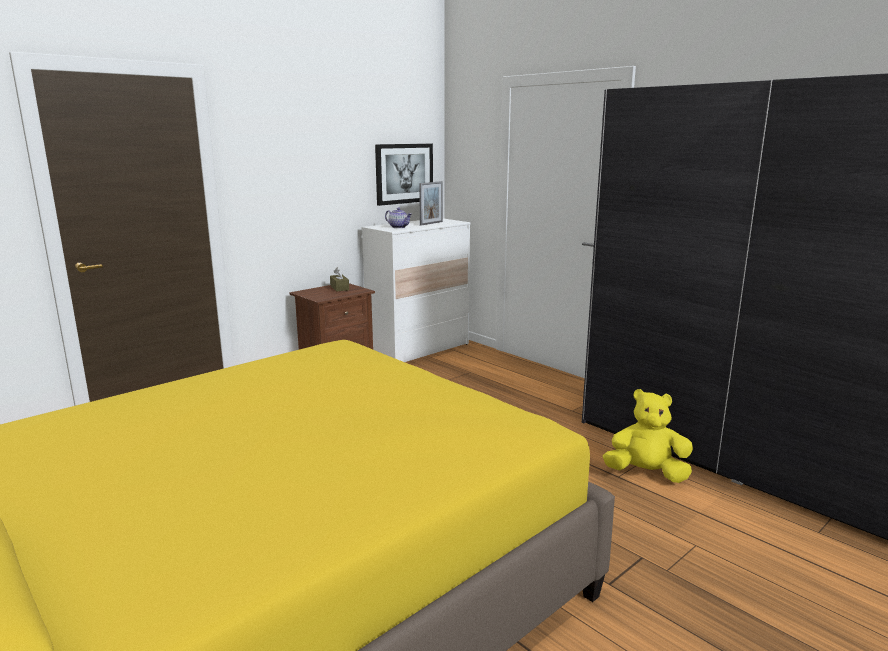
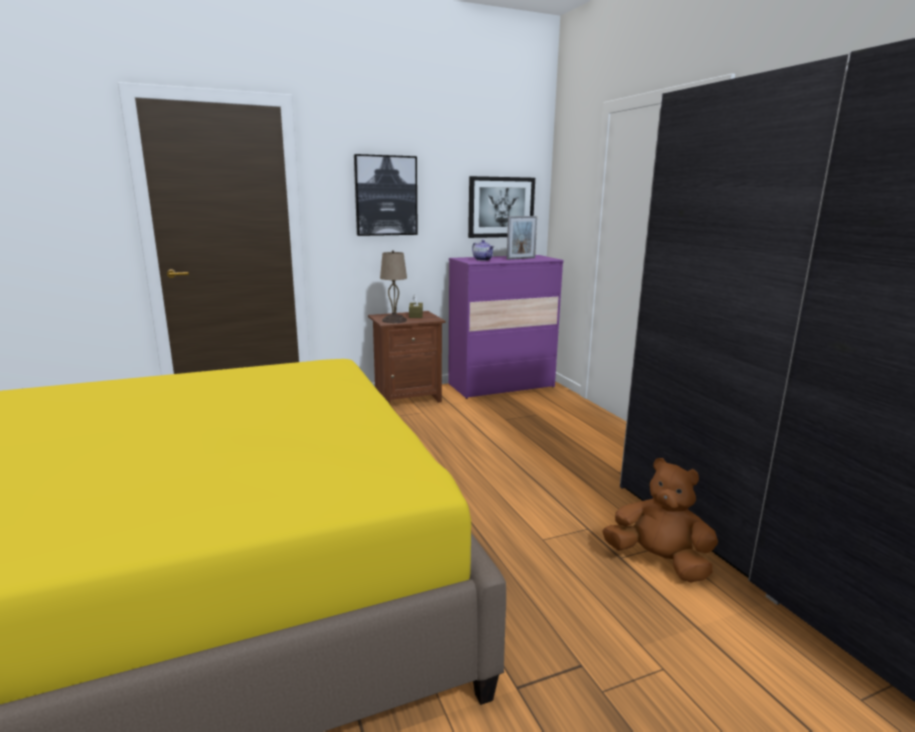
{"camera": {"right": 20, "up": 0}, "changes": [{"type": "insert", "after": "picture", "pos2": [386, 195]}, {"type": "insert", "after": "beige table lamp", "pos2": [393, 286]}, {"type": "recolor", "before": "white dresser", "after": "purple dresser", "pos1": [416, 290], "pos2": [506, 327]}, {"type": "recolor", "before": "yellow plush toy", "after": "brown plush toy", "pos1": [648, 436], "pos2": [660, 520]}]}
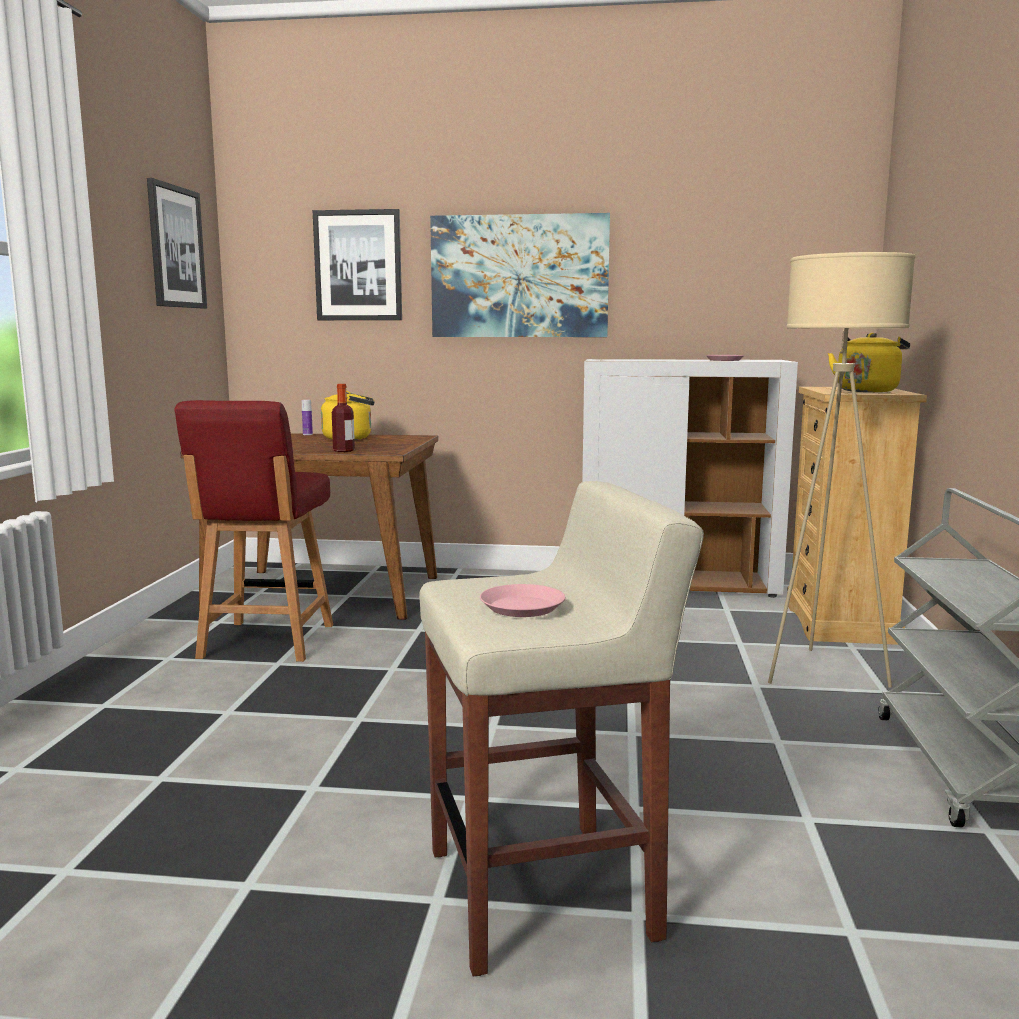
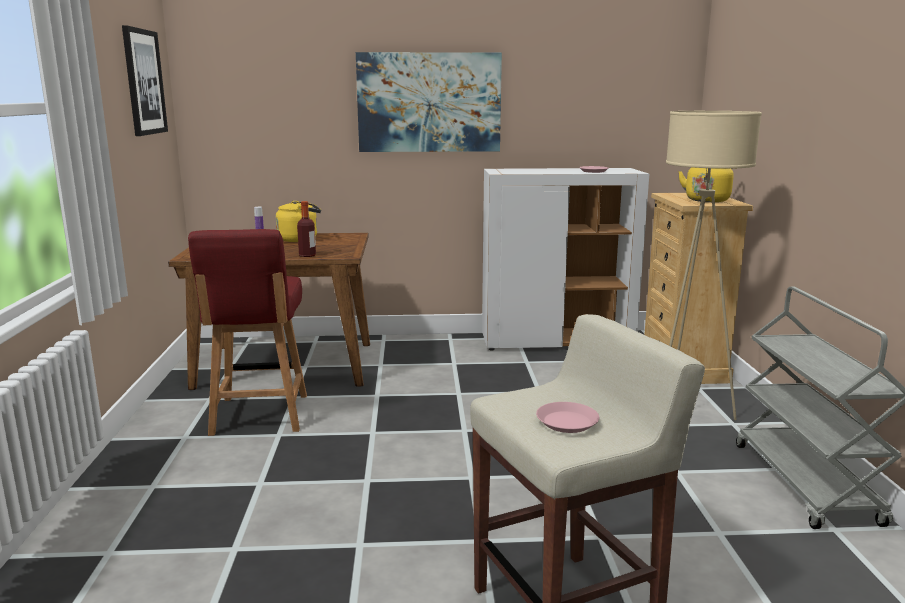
{"camera": {"right": -10, "up": 5}, "changes": [{"type": "delete", "before": "picture", "pos1": [357, 264]}]}
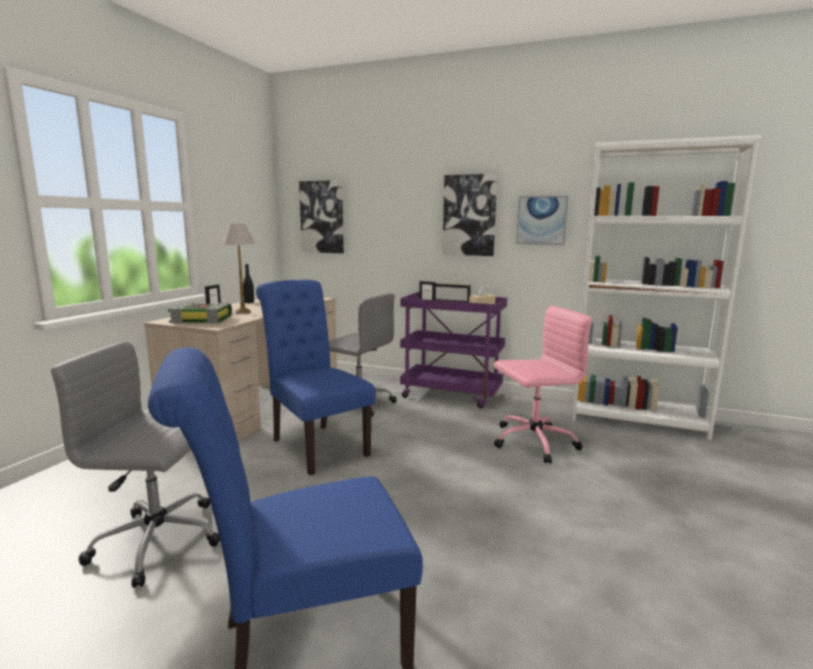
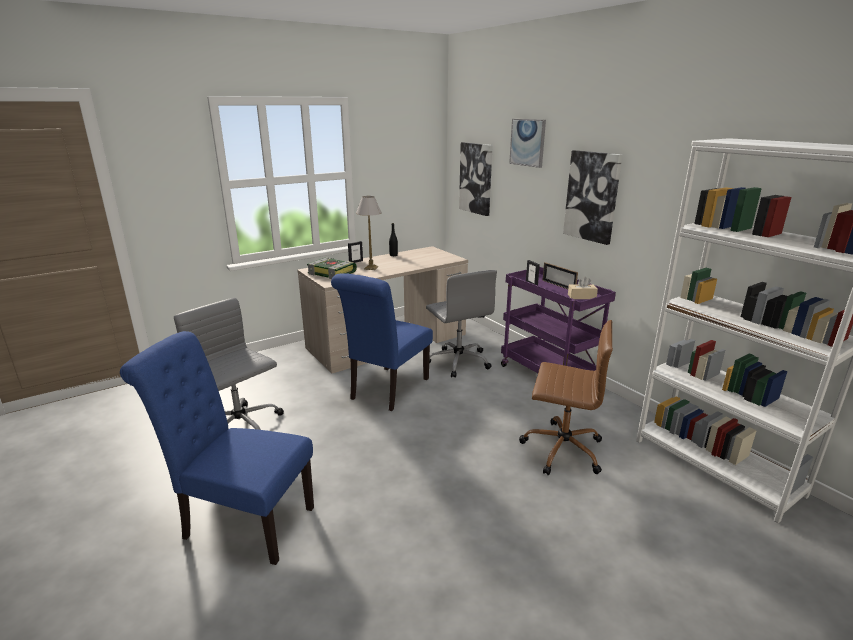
{"camera": {"right": 35, "up": 10}, "changes": [{"type": "move", "before": "picture", "pos1": [542, 220], "pos2": [527, 143]}, {"type": "recolor", "before": "pink office chair", "after": "brown office chair", "pos1": [543, 384], "pos2": [566, 397]}, {"type": "rotate", "before": "blue chair", "pos1": [315, 377], "pos2": [382, 342], "turn": -150}]}
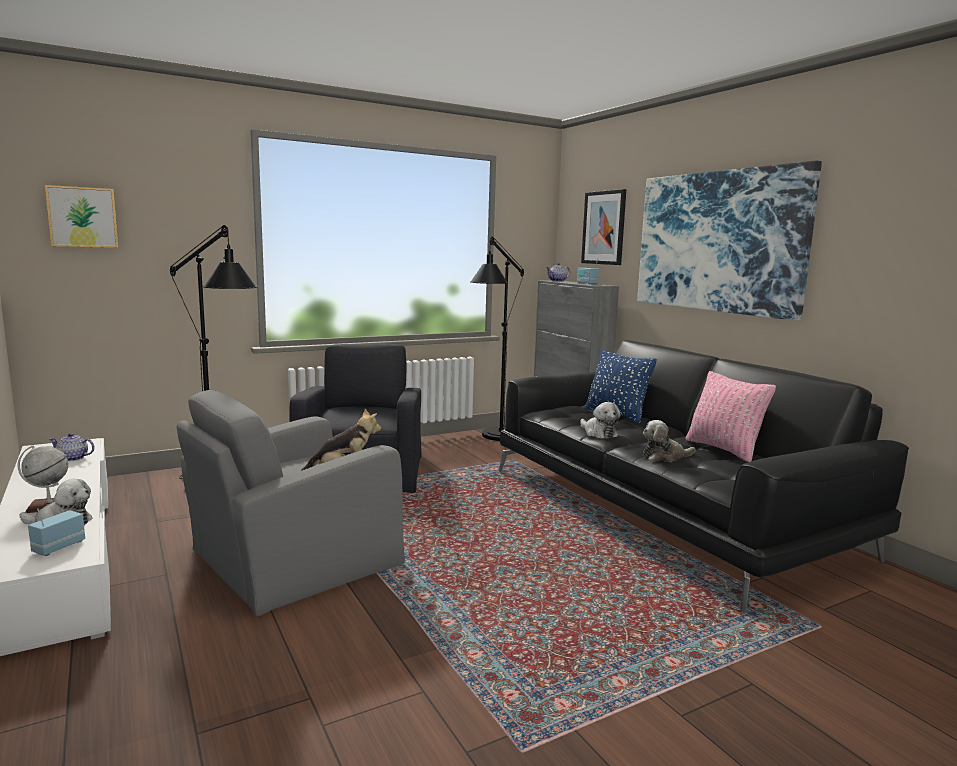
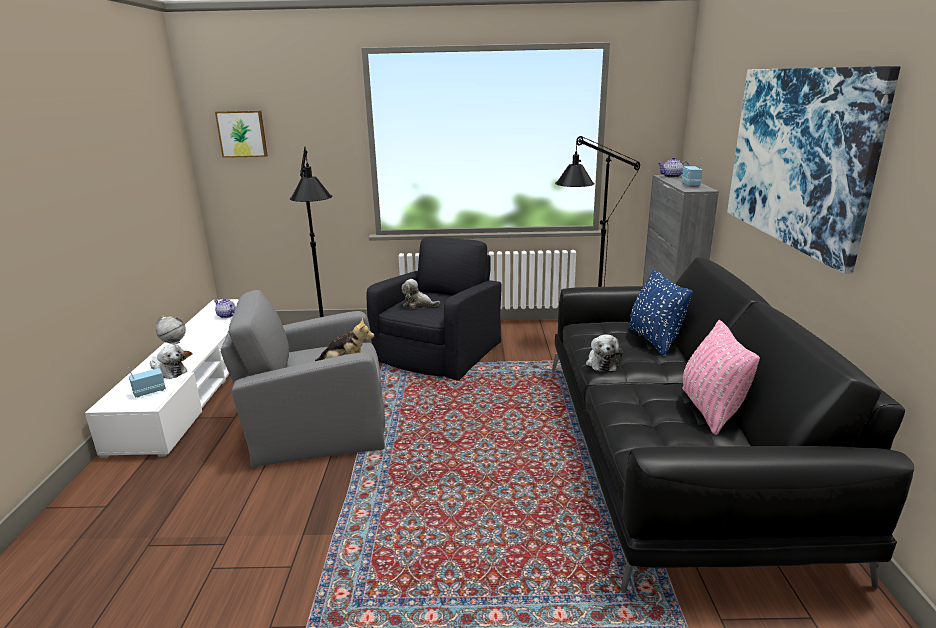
{"camera": {"right": 30, "up": 10}, "changes": [{"type": "delete", "before": "picture", "pos1": [603, 227]}, {"type": "move", "before": "plush toy", "pos1": [669, 441], "pos2": [420, 294]}]}
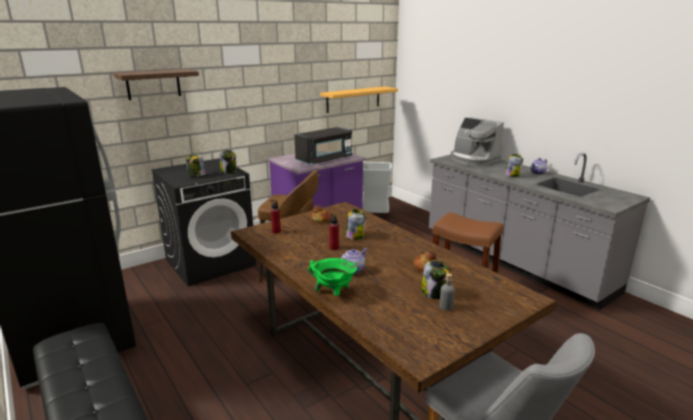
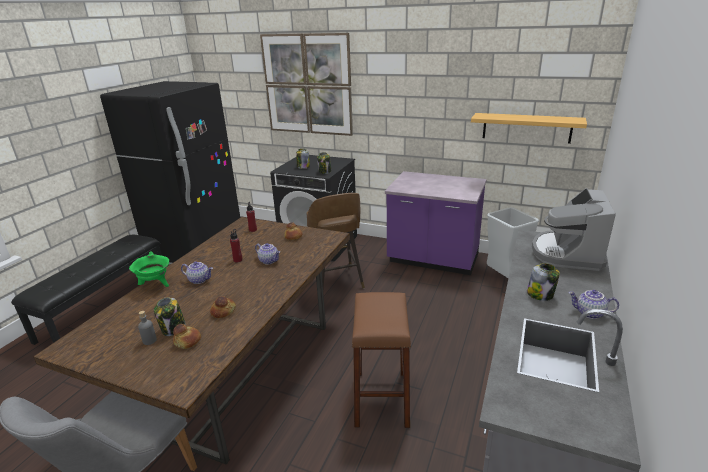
{"camera": {"right": 60, "up": 5}, "changes": [{"type": "delete", "before": "black microwave", "pos1": [323, 145]}, {"type": "insert", "after": "bread", "pos2": [187, 336]}, {"type": "replace", "before": "shelf", "after": "picture", "pos1": [156, 84], "pos2": [306, 84]}, {"type": "replace", "before": "jar", "after": "teapot", "pos1": [356, 224], "pos2": [267, 253]}]}
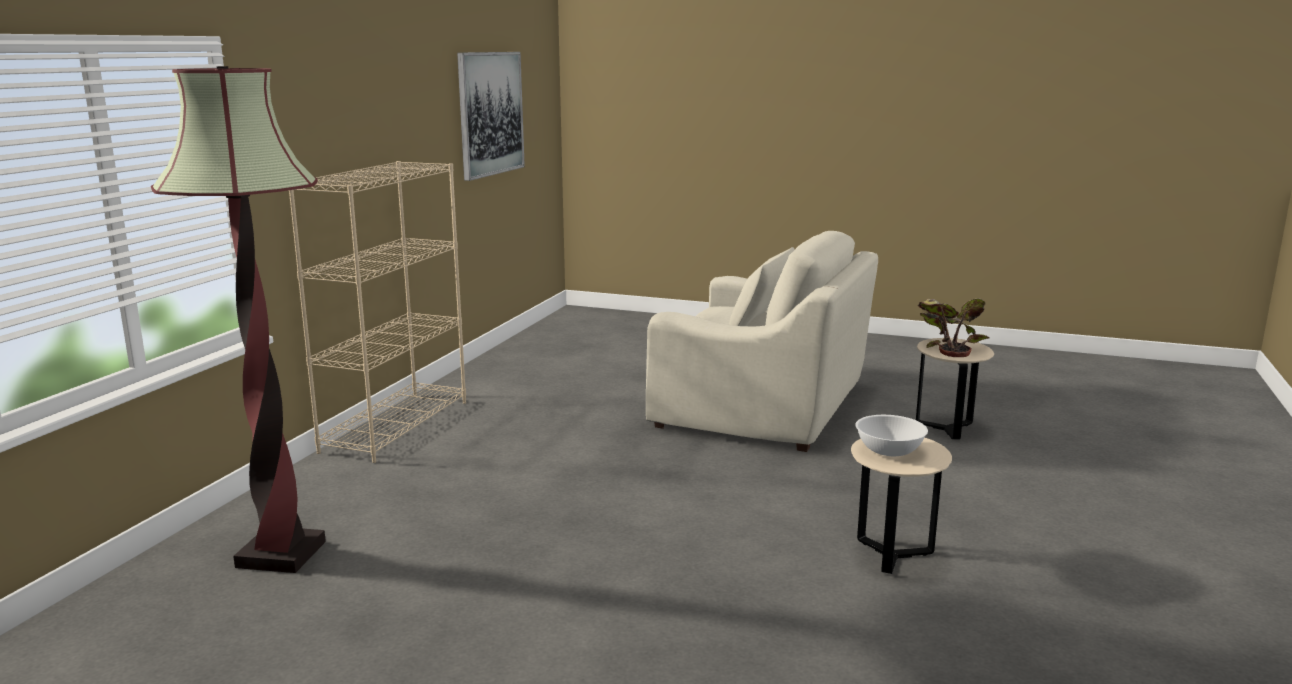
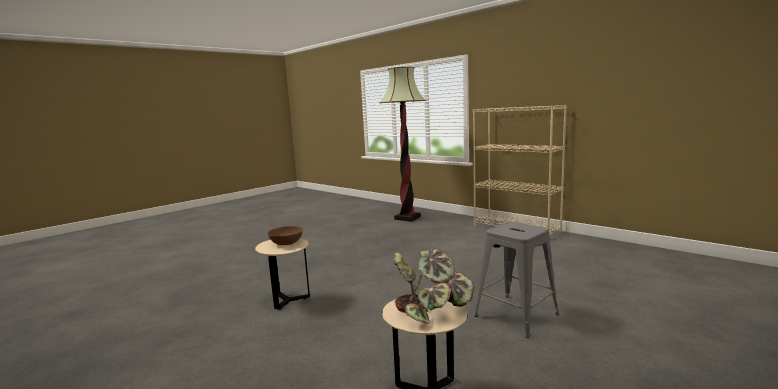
{"camera": {"right": 115, "up": -5}, "changes": [{"type": "delete", "before": "picture", "pos1": [491, 116]}, {"type": "replace", "before": "beige armchair", "after": "grey stool", "pos1": [762, 341], "pos2": [516, 279]}, {"type": "recolor", "before": "white bowl", "after": "brown bowl", "pos1": [892, 435], "pos2": [285, 235]}]}
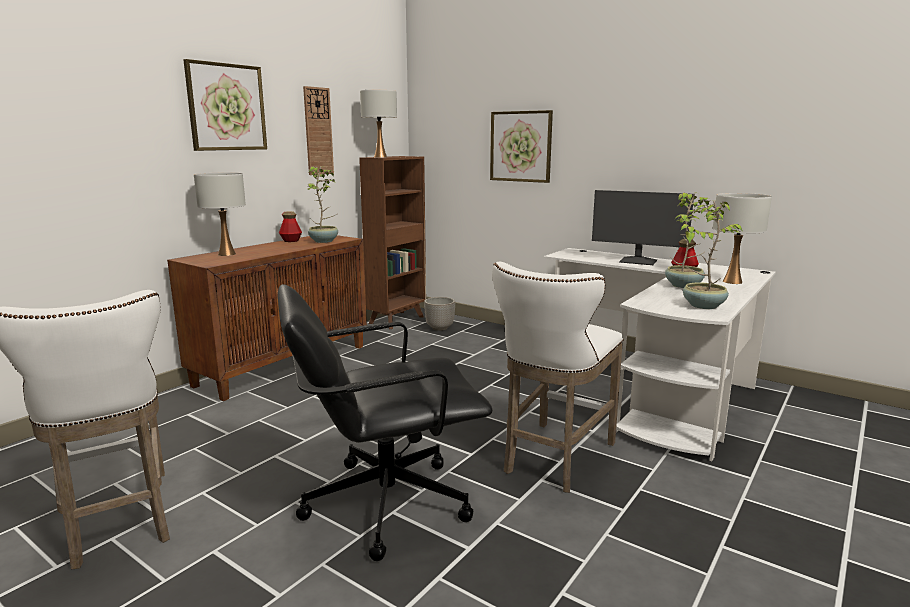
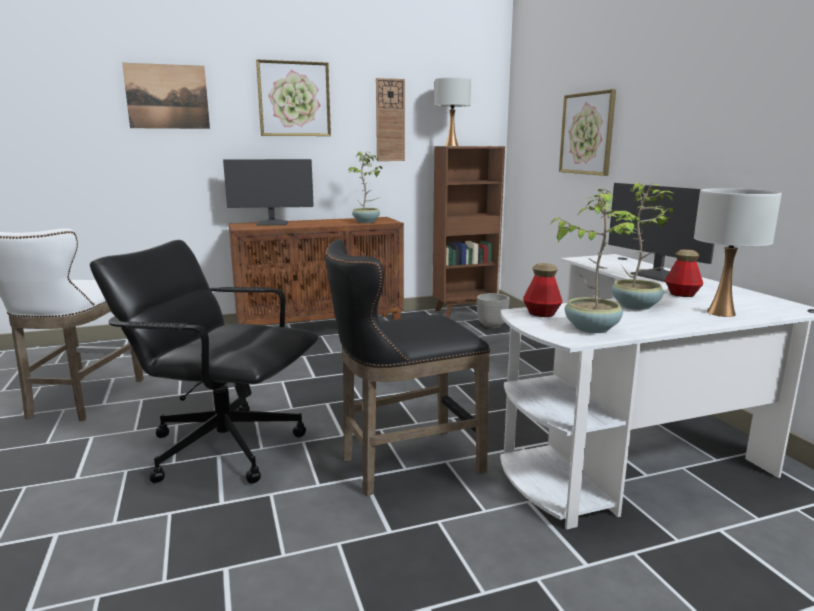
{"camera": {"right": 35, "up": 0}, "changes": [{"type": "insert", "after": "picture", "pos2": [166, 96]}, {"type": "move", "before": "bottle", "pos1": [290, 226], "pos2": [542, 290]}, {"type": "replace", "before": "white table lamp", "after": "monitor", "pos1": [220, 214], "pos2": [268, 192]}, {"type": "recolor", "before": "white stool", "after": "black stool", "pos1": [558, 377], "pos2": [408, 368]}]}
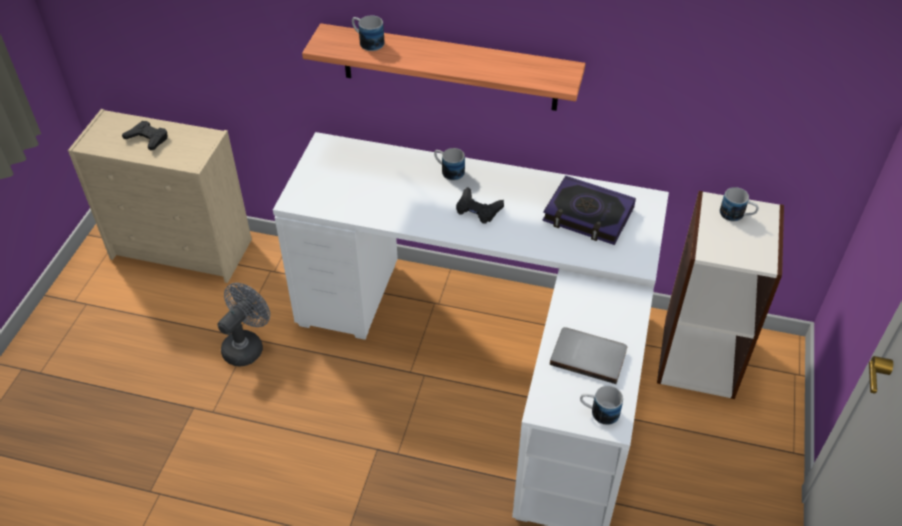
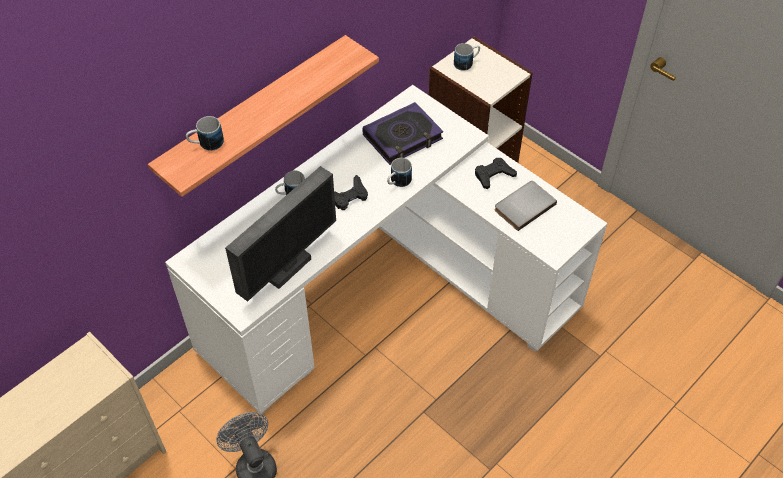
{"camera": {"right": -60, "up": 5}, "changes": [{"type": "insert", "after": "monitor", "pos2": [280, 234]}, {"type": "move", "before": "black game controller", "pos1": [144, 136], "pos2": [496, 173]}, {"type": "move", "before": "mug", "pos1": [601, 405], "pos2": [399, 172]}]}
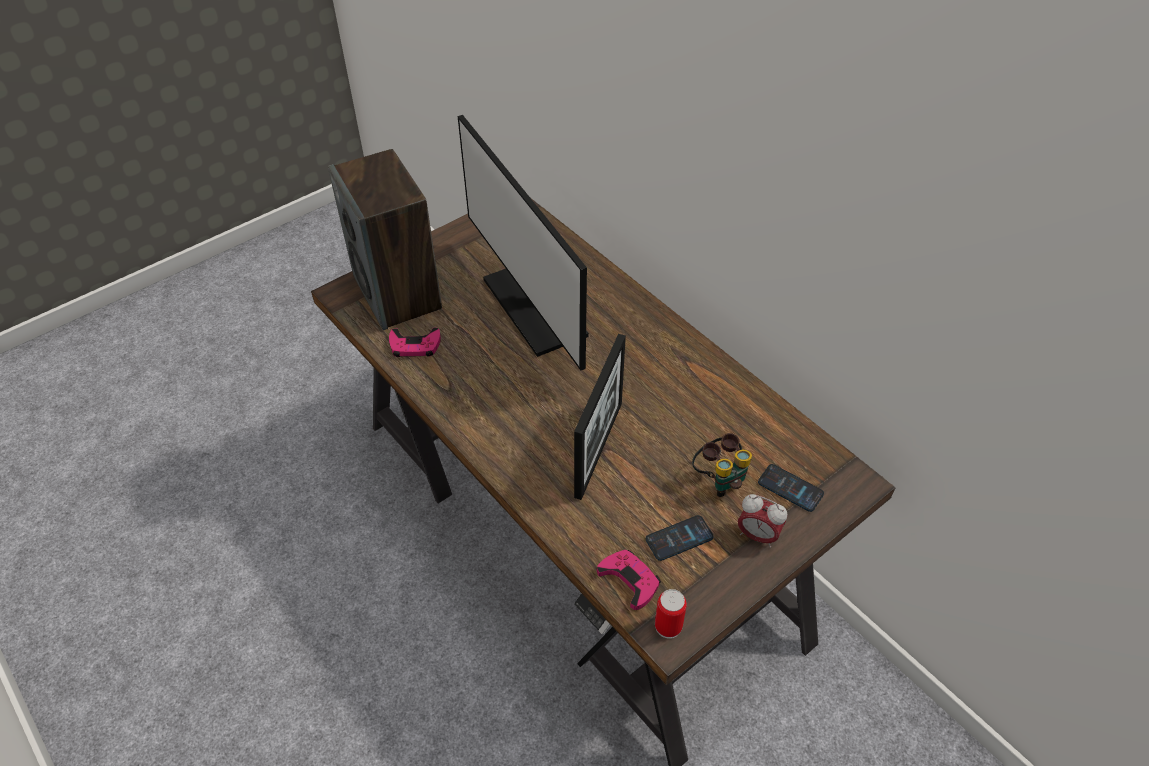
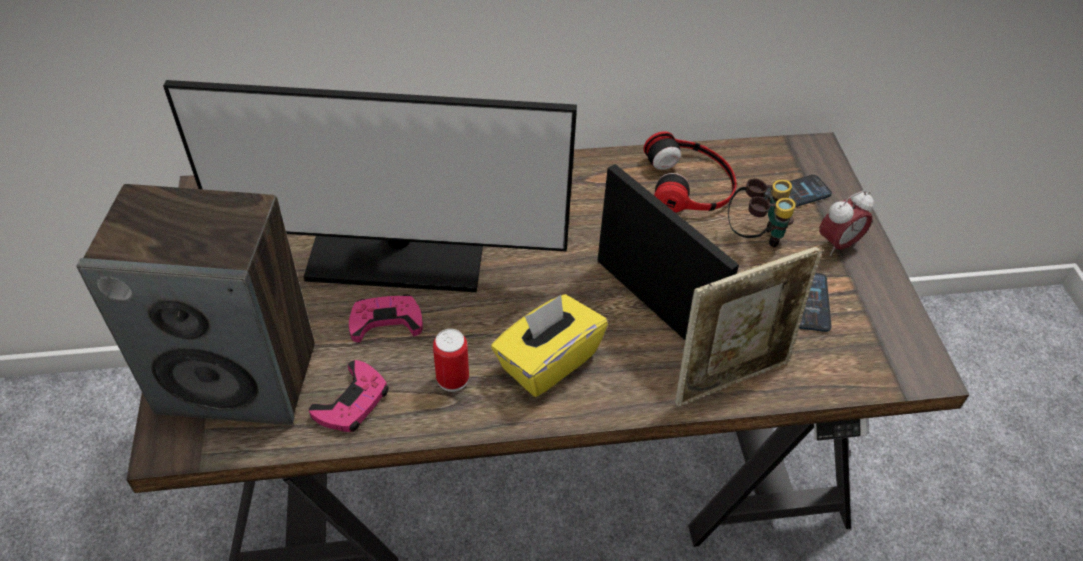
{"camera": {"right": -60, "up": 0}, "changes": [{"type": "insert", "after": "yellow tissue box", "pos2": [549, 345]}, {"type": "insert", "after": "headphones", "pos2": [690, 172]}, {"type": "insert", "after": "picture frame", "pos2": [749, 326]}, {"type": "move", "before": "pink game controller", "pos1": [629, 580], "pos2": [386, 318]}, {"type": "move", "before": "can", "pos1": [671, 614], "pos2": [451, 360]}]}
